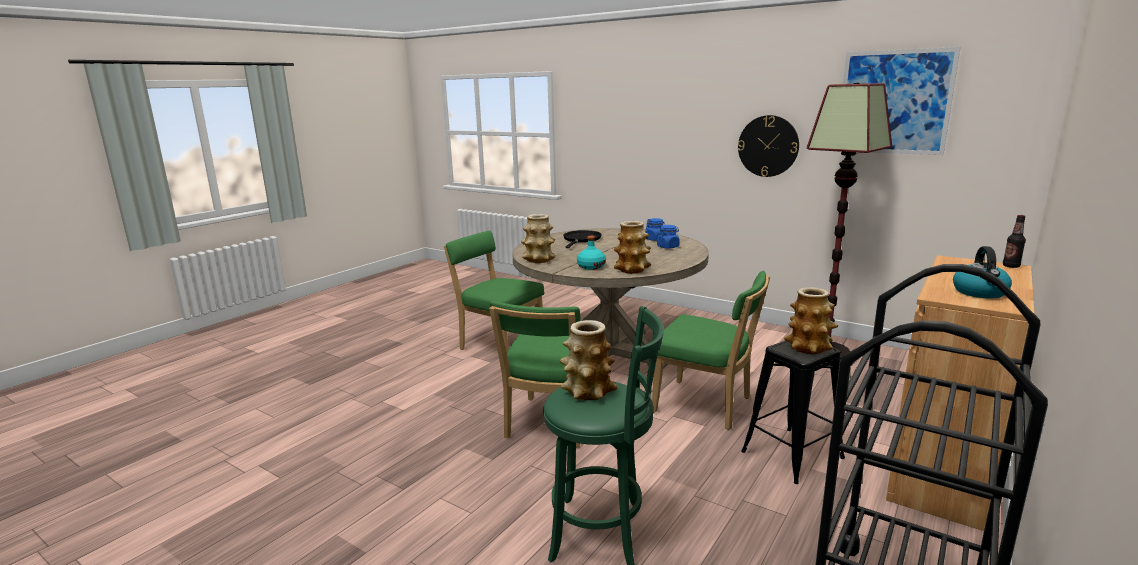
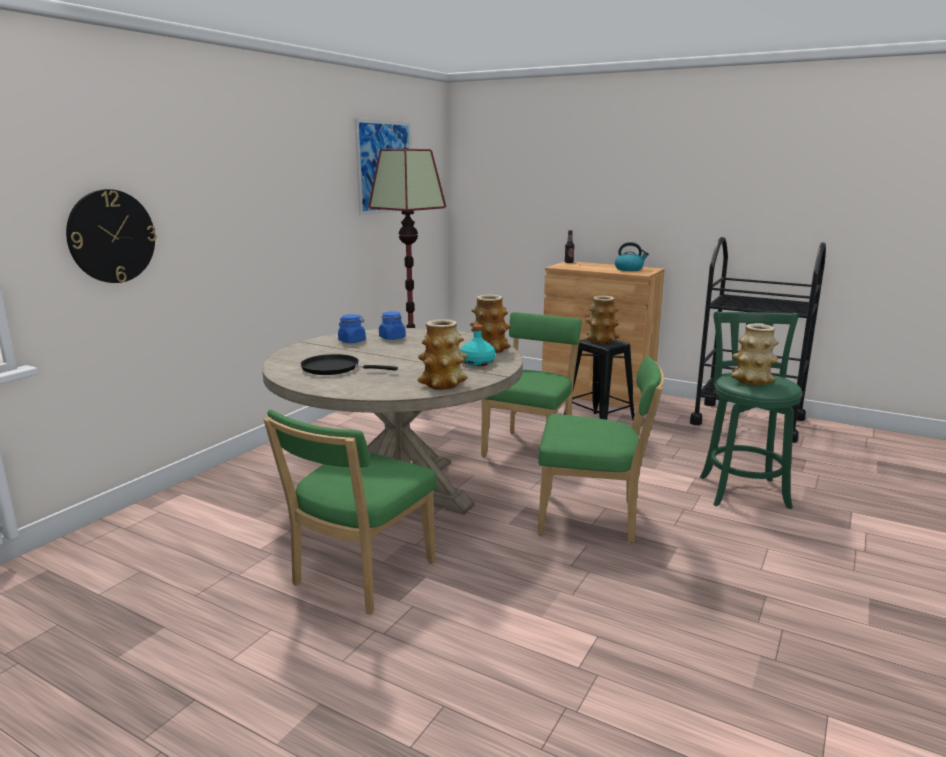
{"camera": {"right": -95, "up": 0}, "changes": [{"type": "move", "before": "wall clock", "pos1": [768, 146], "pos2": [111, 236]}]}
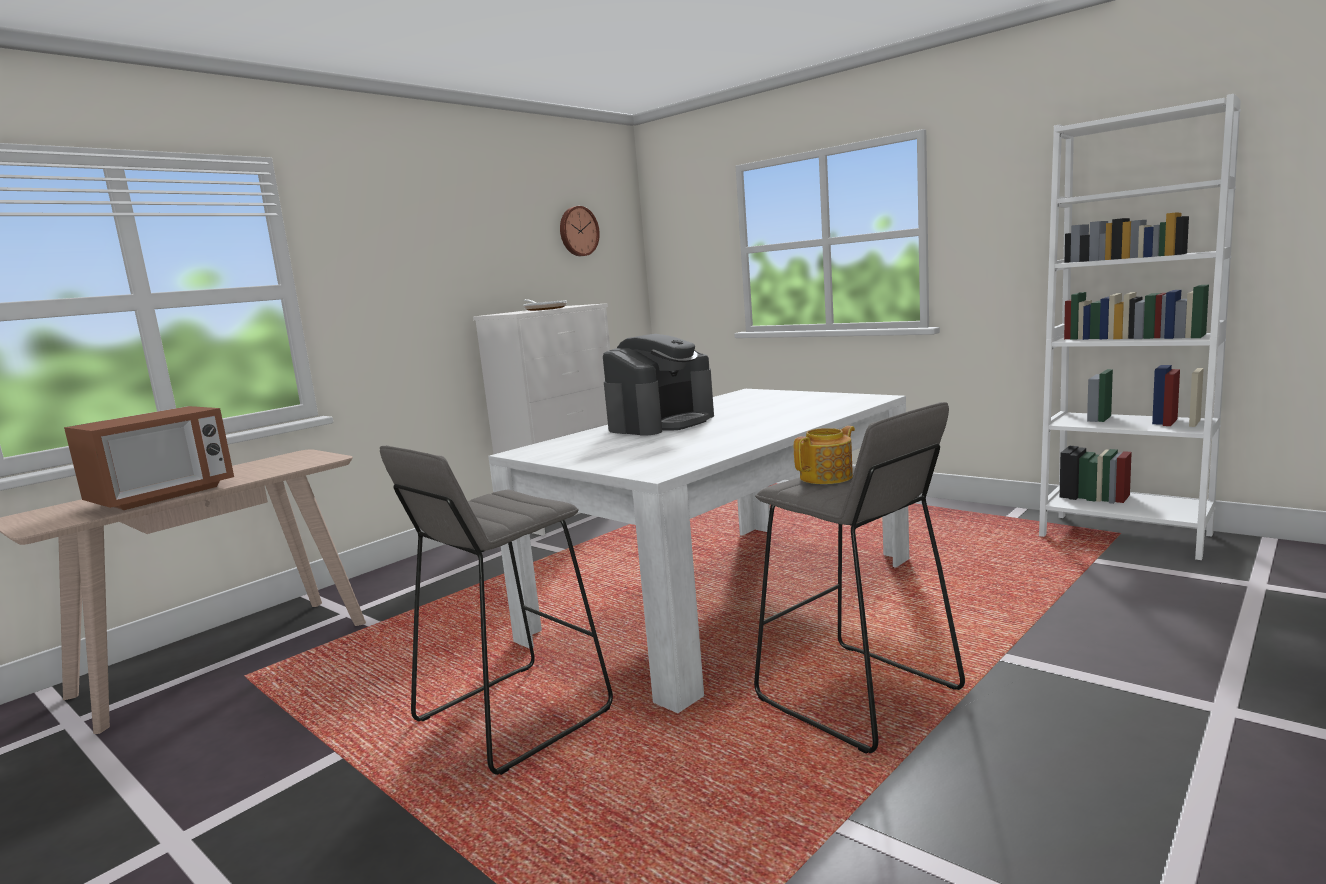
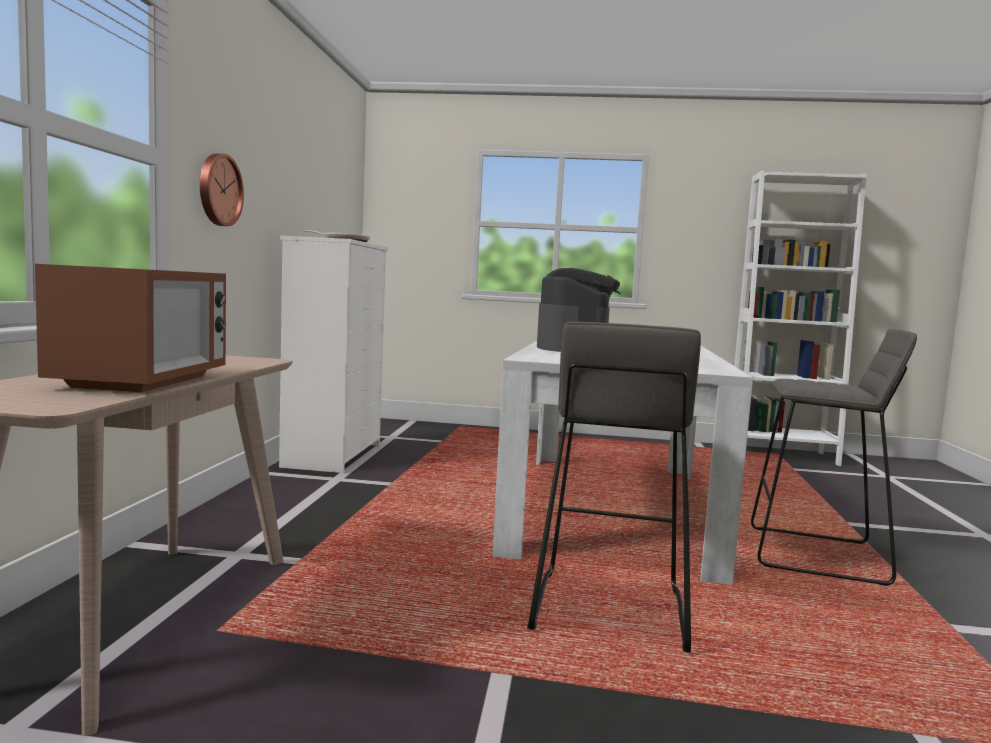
{"camera": {"right": -35, "up": -5}, "changes": [{"type": "delete", "before": "teapot", "pos1": [824, 455]}, {"type": "move", "before": "wall clock", "pos1": [580, 231], "pos2": [222, 190]}]}
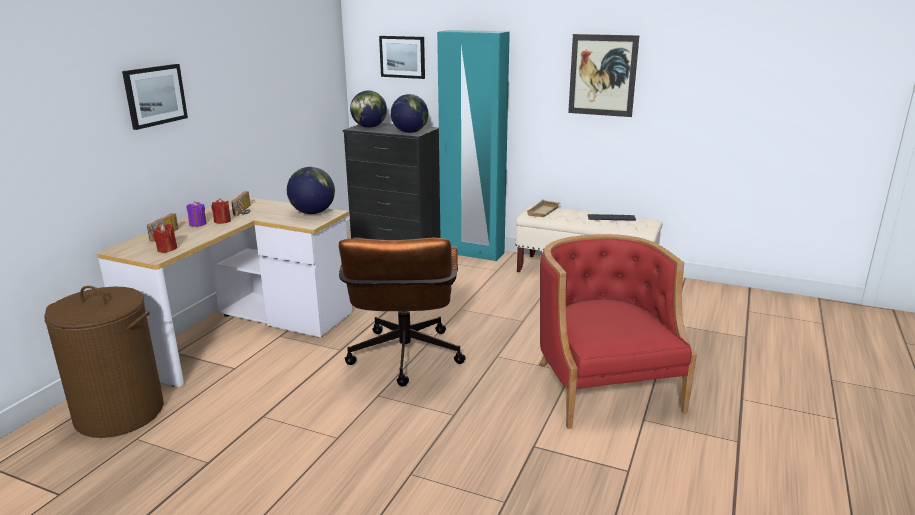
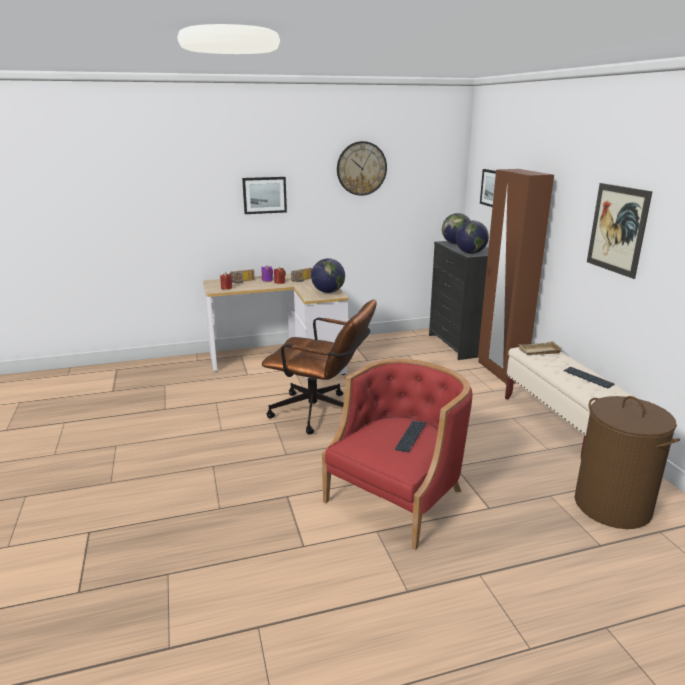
{"camera": {"right": 50, "up": 0}, "changes": [{"type": "insert", "after": "wall clock", "pos2": [362, 168]}, {"type": "insert", "after": "keyboard", "pos2": [410, 436]}, {"type": "move", "before": "brown laundry basket", "pos1": [104, 362], "pos2": [627, 462]}, {"type": "recolor", "before": "turquoise wardrobe", "after": "brown wardrobe", "pos1": [473, 145], "pos2": [516, 276]}, {"type": "rotate", "before": "brown office chair", "pos1": [402, 312], "pos2": [319, 366], "turn": -120}]}
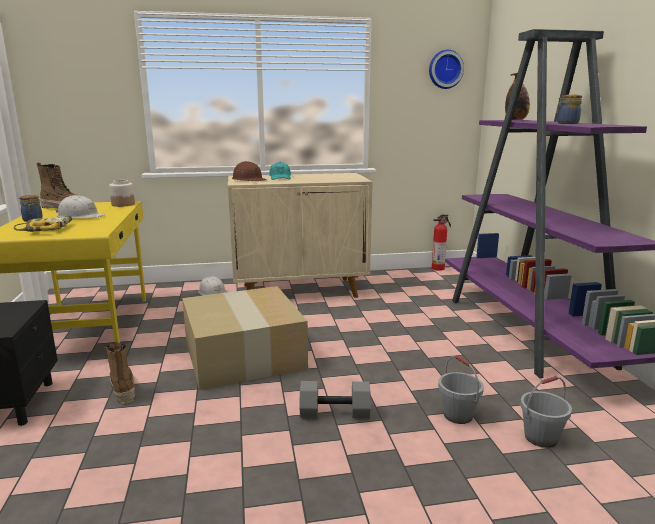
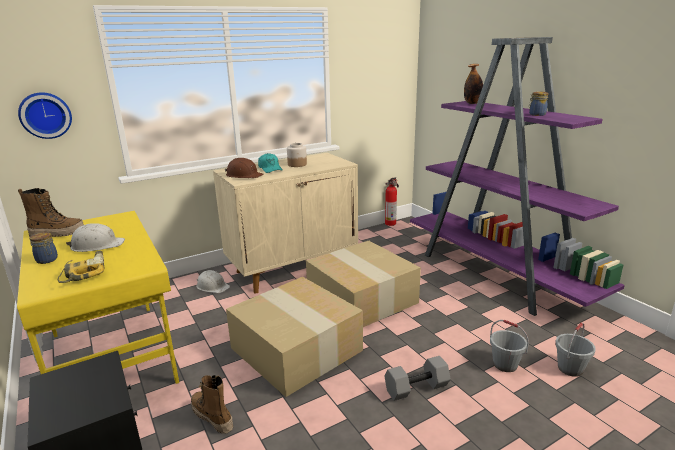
{"camera": {"right": -20, "up": 5}, "changes": [{"type": "insert", "after": "cardboard box", "pos2": [363, 284]}, {"type": "move", "before": "jar", "pos1": [122, 193], "pos2": [297, 155]}, {"type": "move", "before": "wall clock", "pos1": [446, 69], "pos2": [45, 115]}]}
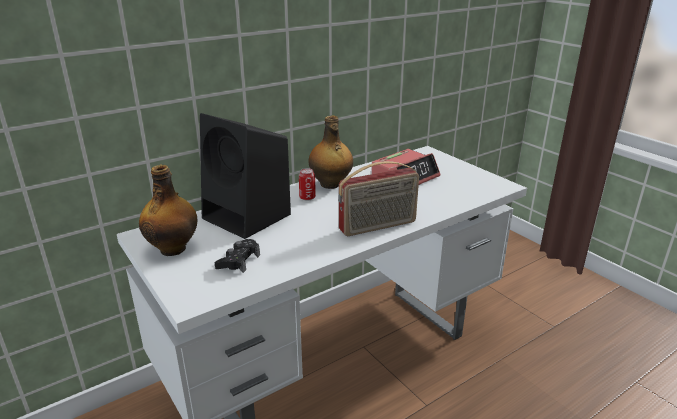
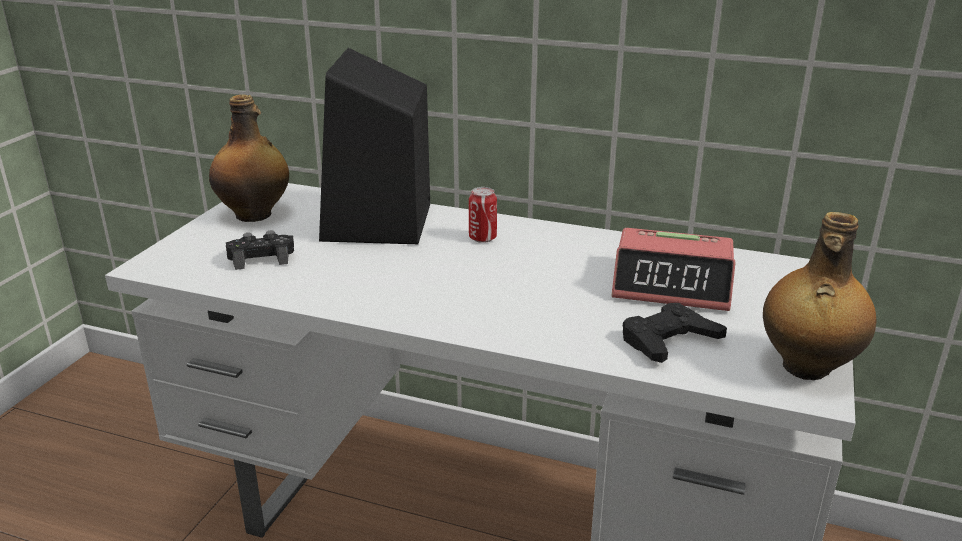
{"camera": {"right": 55, "up": 0}, "changes": [{"type": "delete", "before": "radio", "pos1": [378, 198]}, {"type": "insert", "after": "black game controller", "pos2": [675, 333]}, {"type": "move", "before": "bottle", "pos1": [331, 152], "pos2": [819, 296]}]}
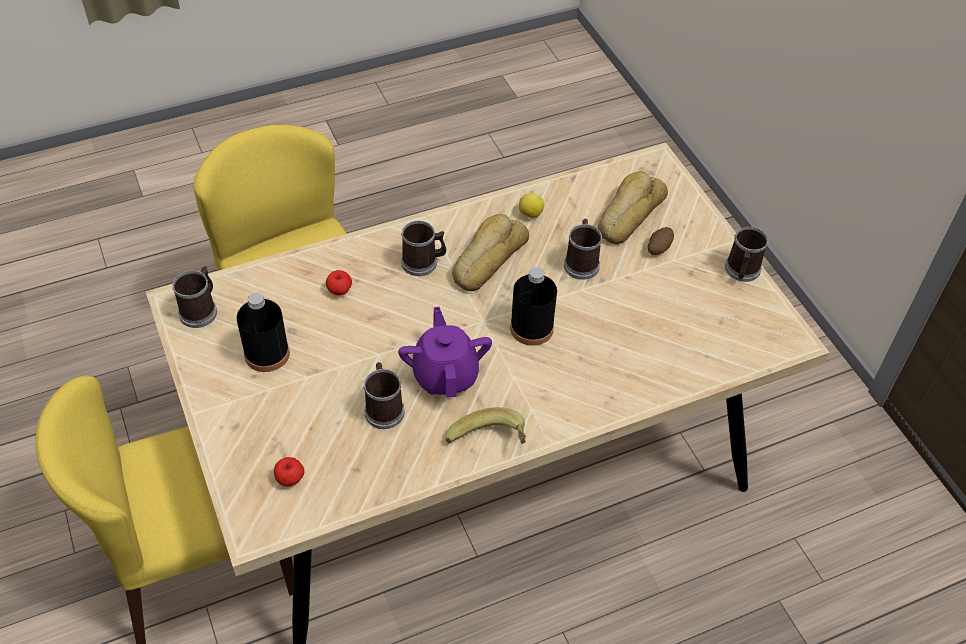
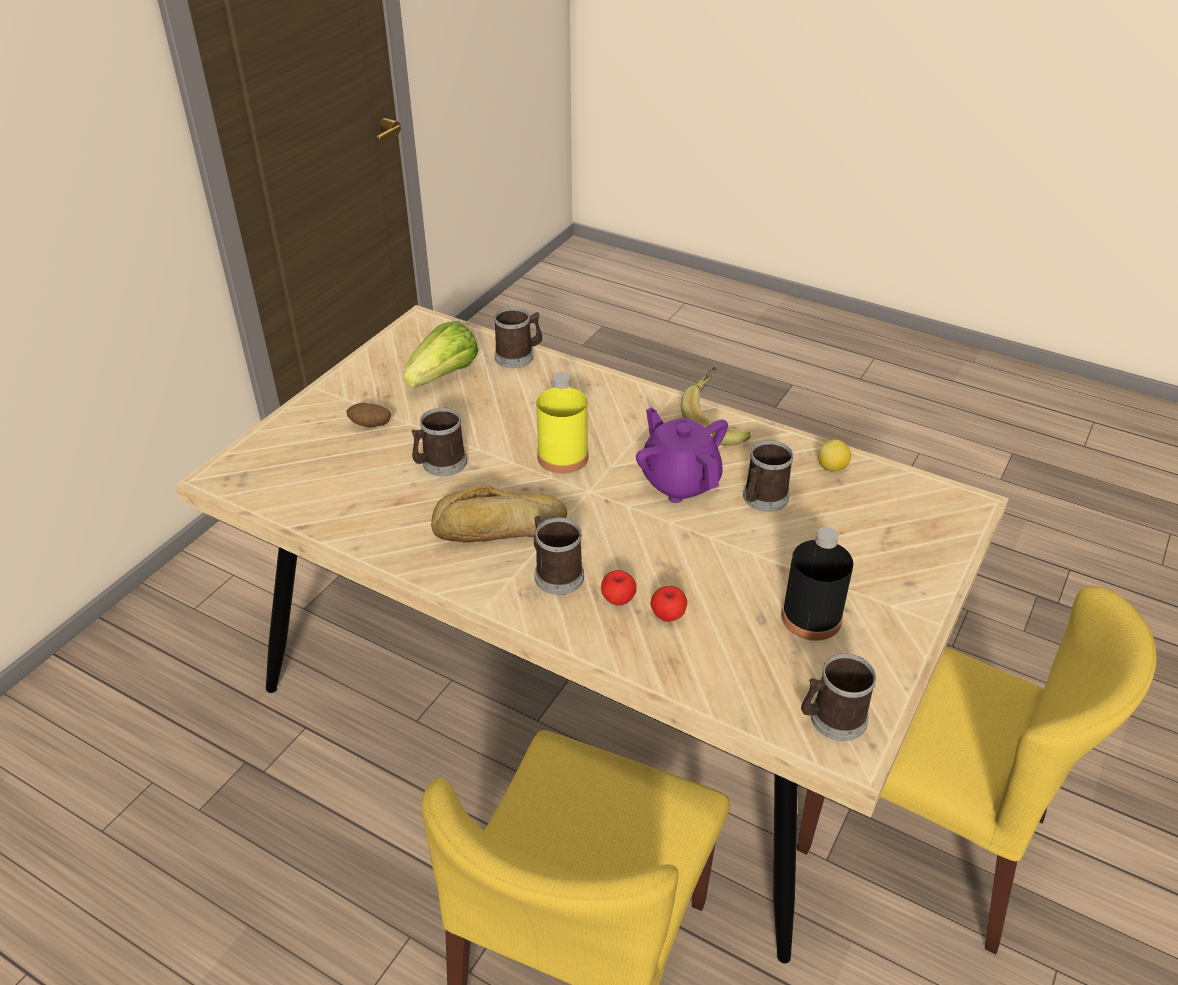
{"camera": {"right": -125, "up": -10}, "changes": [{"type": "delete", "before": "bread", "pos1": [633, 207]}, {"type": "insert", "after": "lettuce", "pos2": [440, 354]}, {"type": "move", "before": "apple", "pos1": [289, 472], "pos2": [619, 588]}, {"type": "move", "before": "lemon", "pos1": [531, 205], "pos2": [834, 455]}, {"type": "move", "before": "mug", "pos1": [746, 254], "pos2": [518, 337]}, {"type": "recolor", "before": "black bottle", "after": "yellow bottle", "pos1": [533, 306], "pos2": [562, 423]}, {"type": "rotate", "before": "purple teapot", "pos1": [445, 352], "pos2": [682, 455], "turn": 105}]}
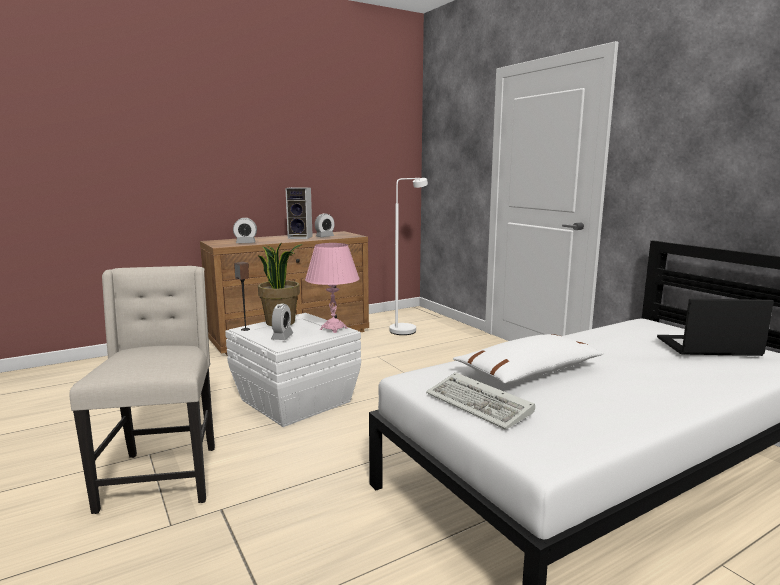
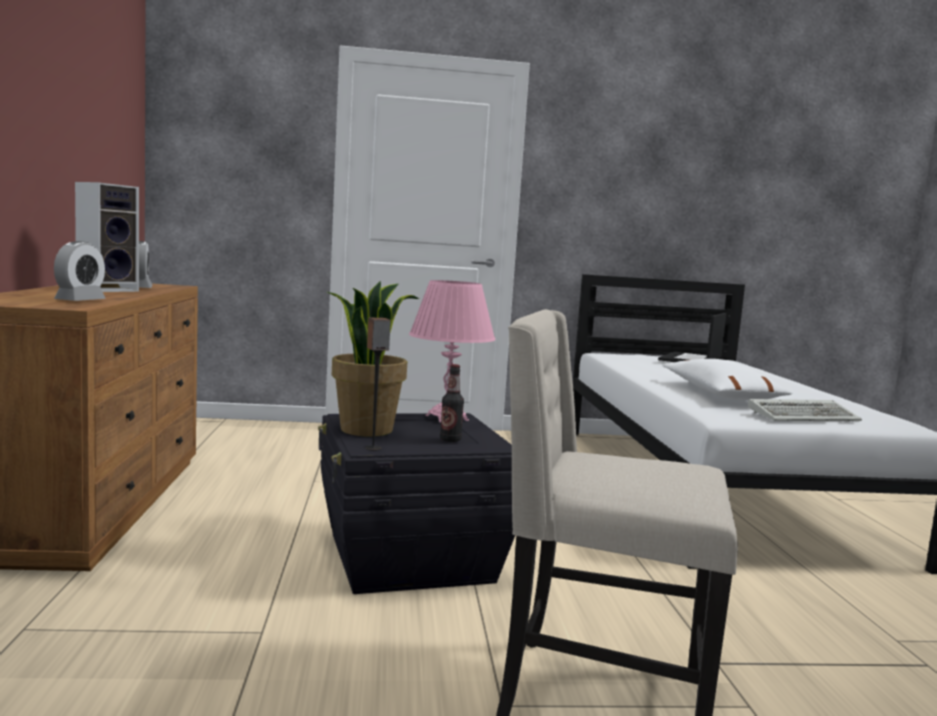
{"camera": {"right": -65, "up": -5}, "changes": [{"type": "delete", "before": "white floor lamp", "pos1": [408, 256]}, {"type": "replace", "before": "alarm clock", "after": "bottle", "pos1": [282, 322], "pos2": [452, 403]}, {"type": "recolor", "before": "white storage box", "after": "black storage box", "pos1": [293, 370], "pos2": [416, 503]}]}
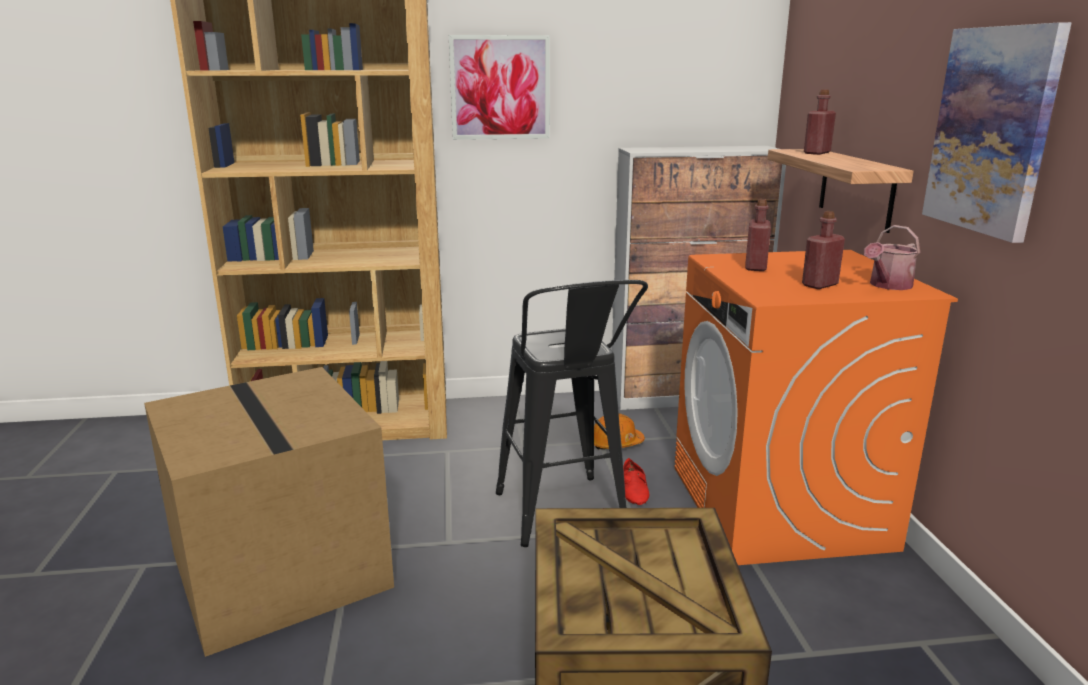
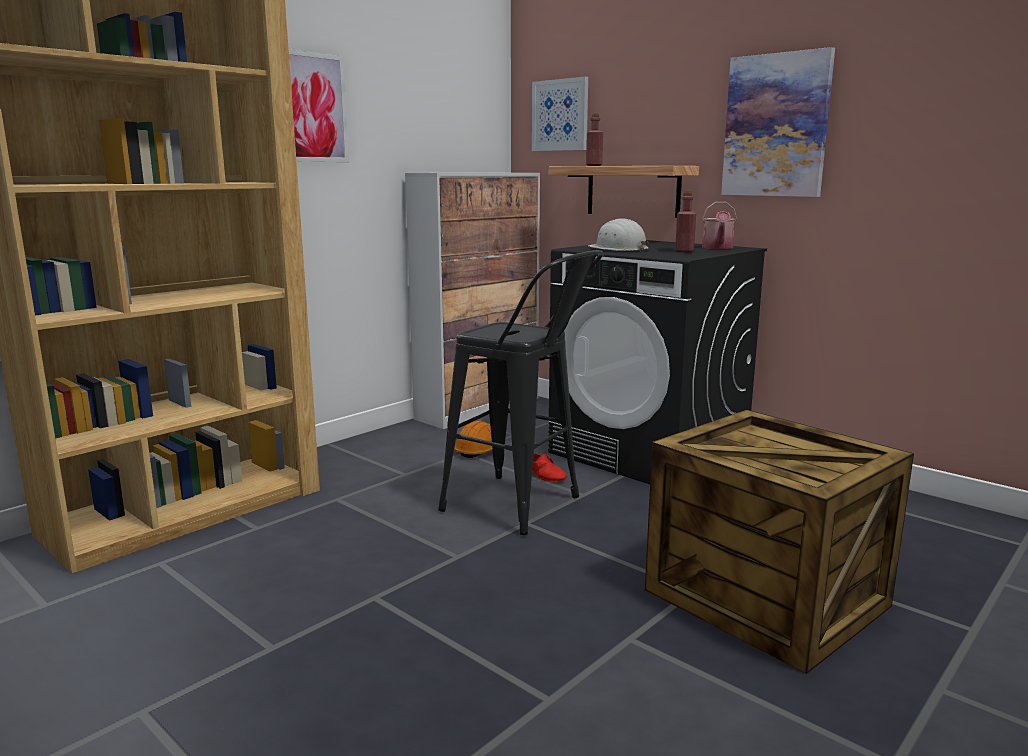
{"camera": {"right": -40, "up": -5}, "changes": [{"type": "delete", "before": "cardboard box", "pos1": [269, 512]}, {"type": "insert", "after": "picture", "pos2": [560, 114]}, {"type": "replace", "before": "red bottle", "after": "white hard hat", "pos1": [758, 235], "pos2": [618, 235]}, {"type": "recolor", "before": "orange washing machine", "after": "black washing machine", "pos1": [816, 407], "pos2": [657, 362]}]}
